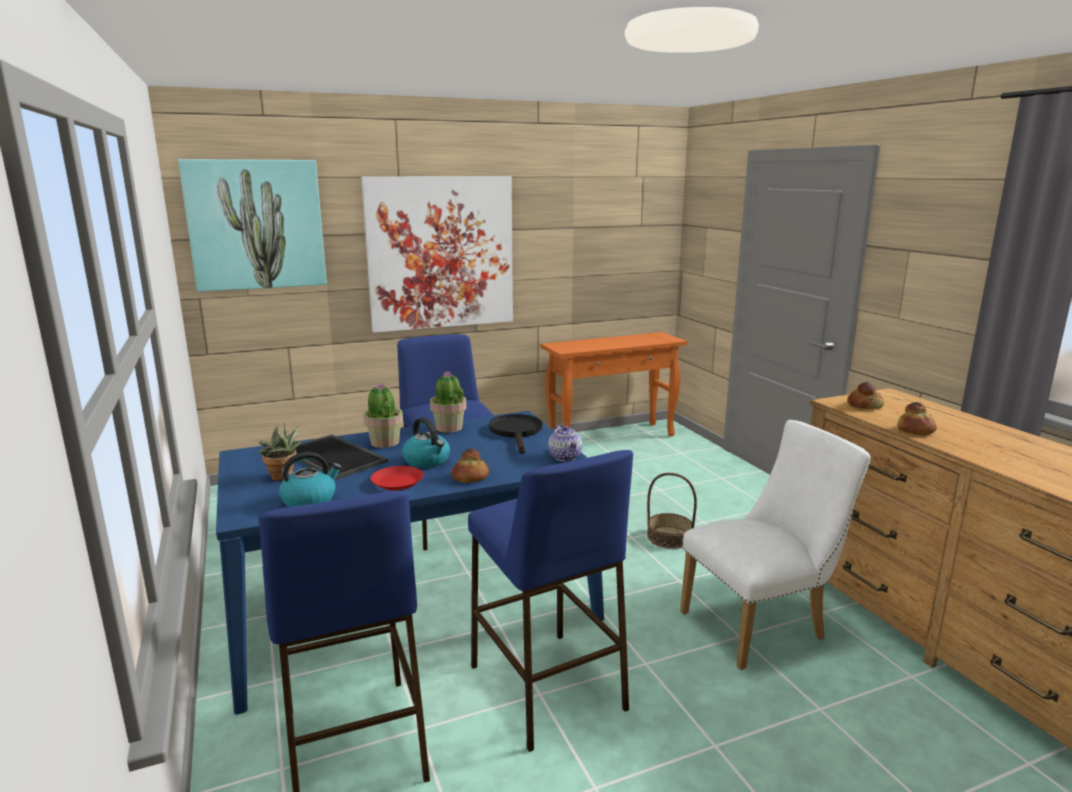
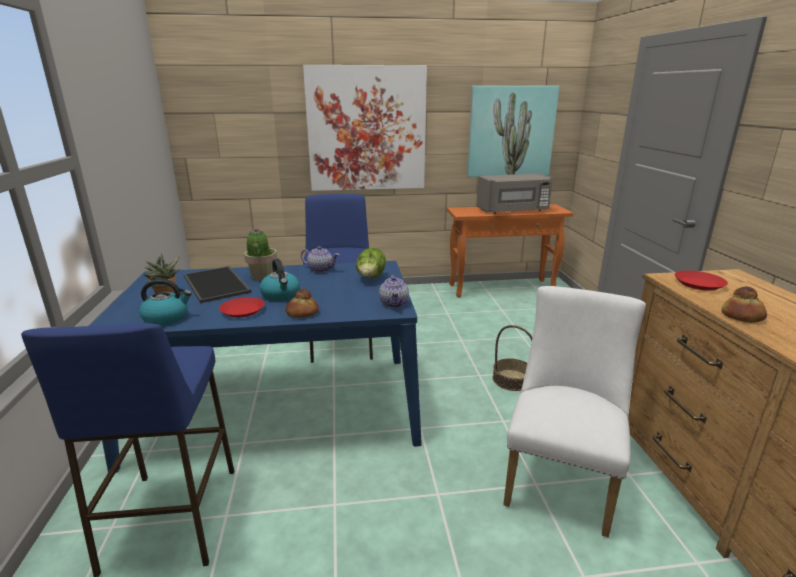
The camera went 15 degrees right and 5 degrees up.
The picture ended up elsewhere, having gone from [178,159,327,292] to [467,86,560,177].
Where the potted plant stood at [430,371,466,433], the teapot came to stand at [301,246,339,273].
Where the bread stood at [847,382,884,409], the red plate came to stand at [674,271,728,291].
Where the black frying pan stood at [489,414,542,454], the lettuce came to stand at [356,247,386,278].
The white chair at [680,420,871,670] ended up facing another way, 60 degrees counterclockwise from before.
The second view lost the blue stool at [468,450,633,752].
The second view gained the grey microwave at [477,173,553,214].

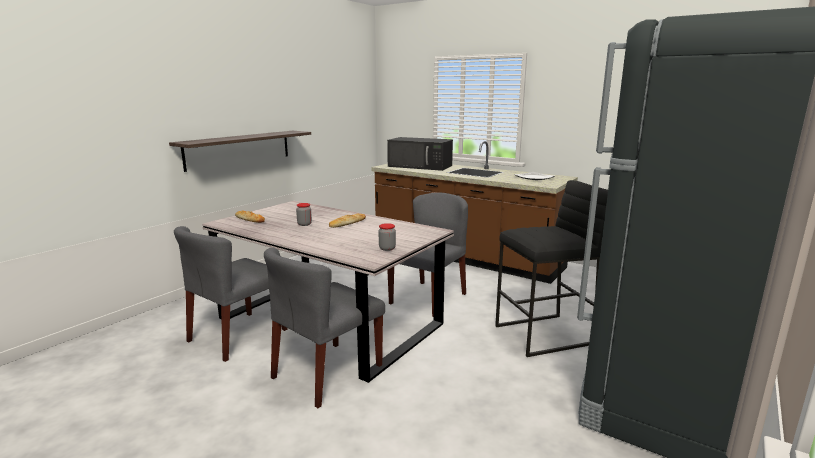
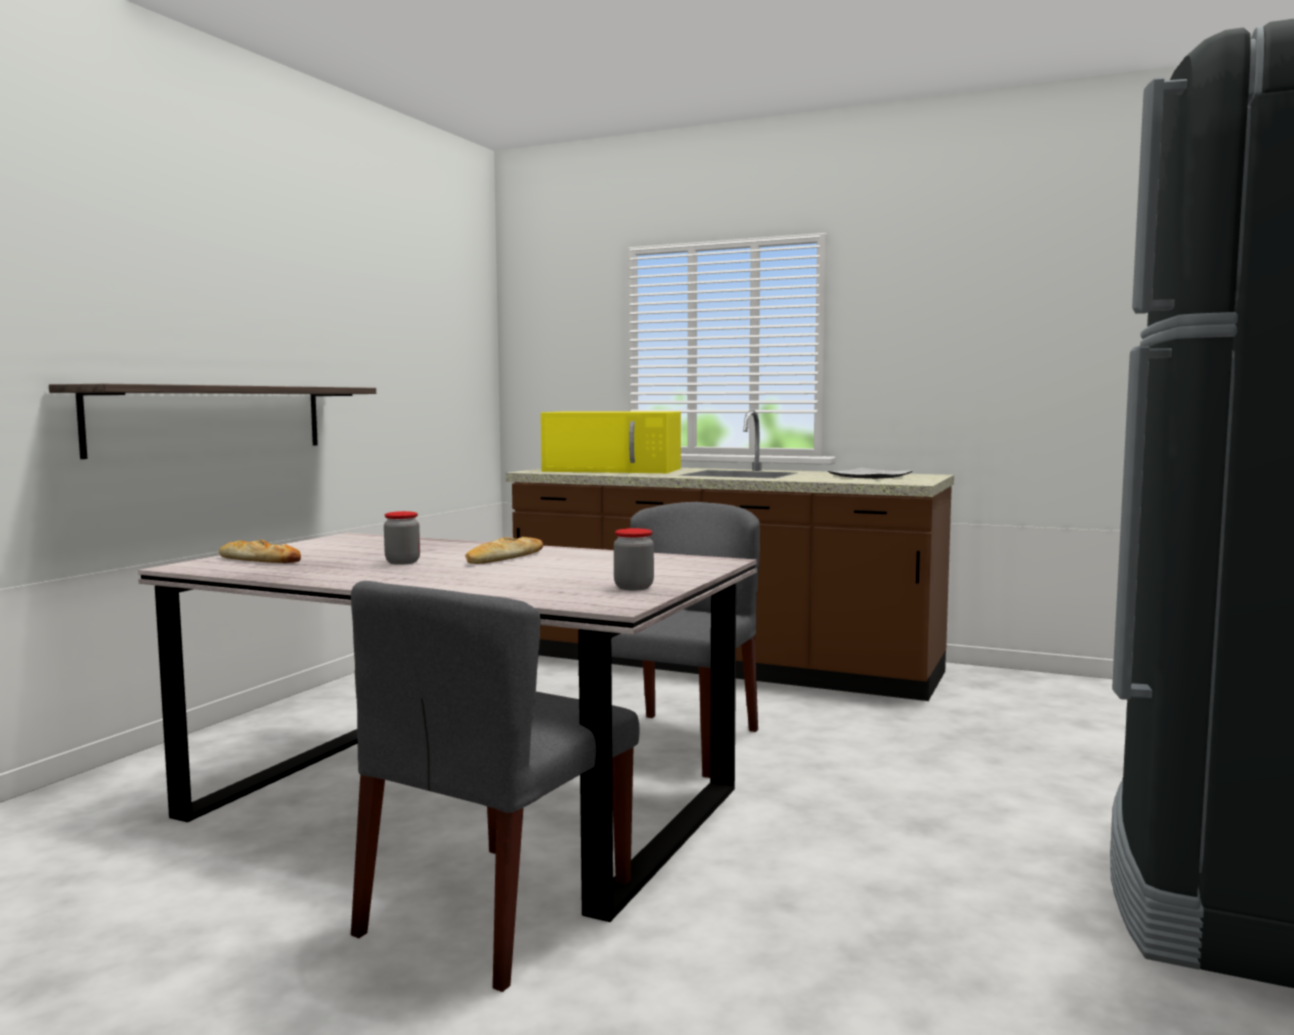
The camera went 10 degrees left and 10 degrees down.
What was the black microwave at [387,137,453,171] turned into the yellow microwave at [541,411,681,473].
The second view lost the black stool at [495,180,608,357].
The second view lost the grey chair at [174,226,287,362].

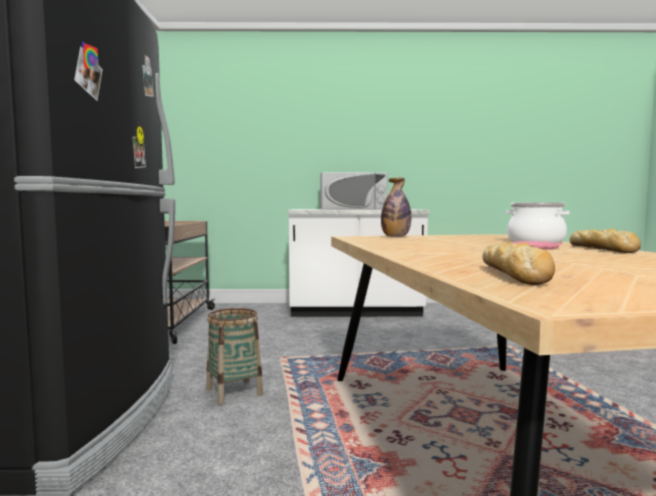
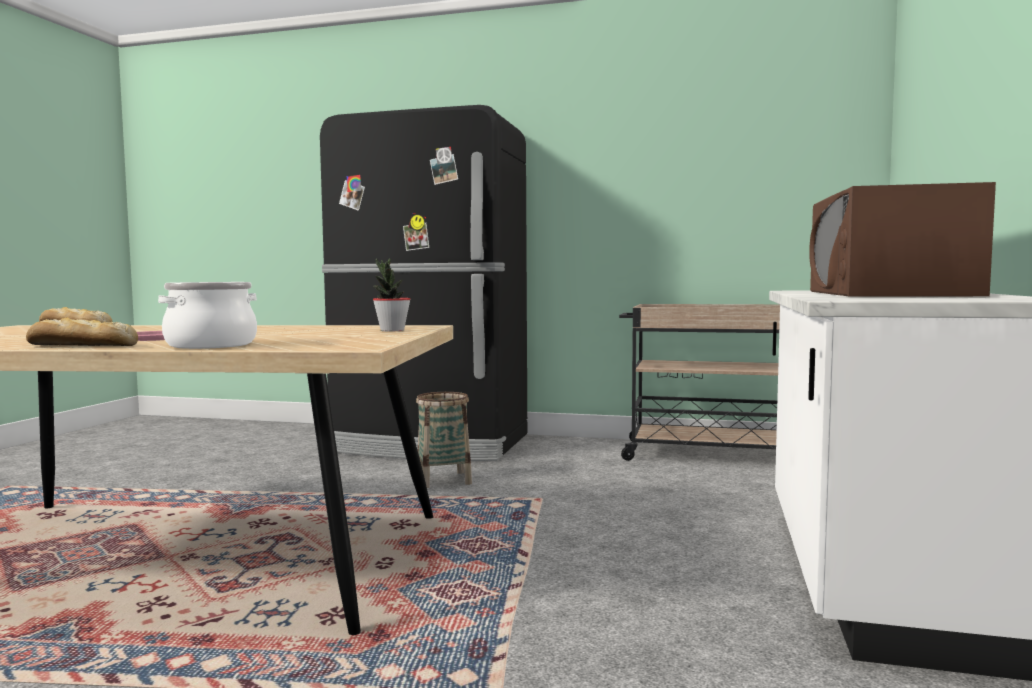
The camera went 105 degrees right and 0 degrees up.
What was the white microwave at [320,172,387,210] turned into the brown microwave at [809,182,996,296].
Where the bottle stood at [381,178,411,237], the potted plant came to stand at [373,258,410,332].

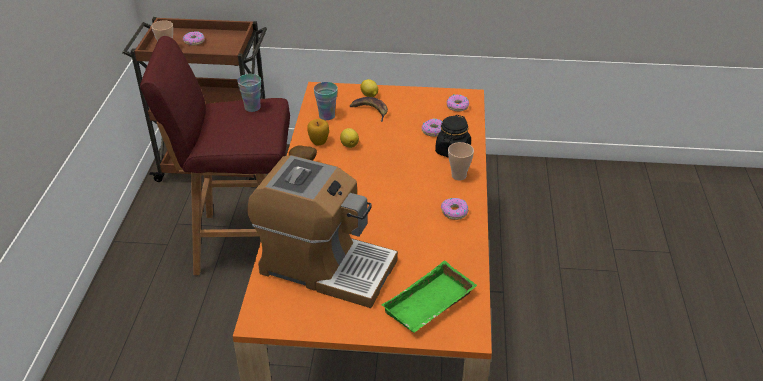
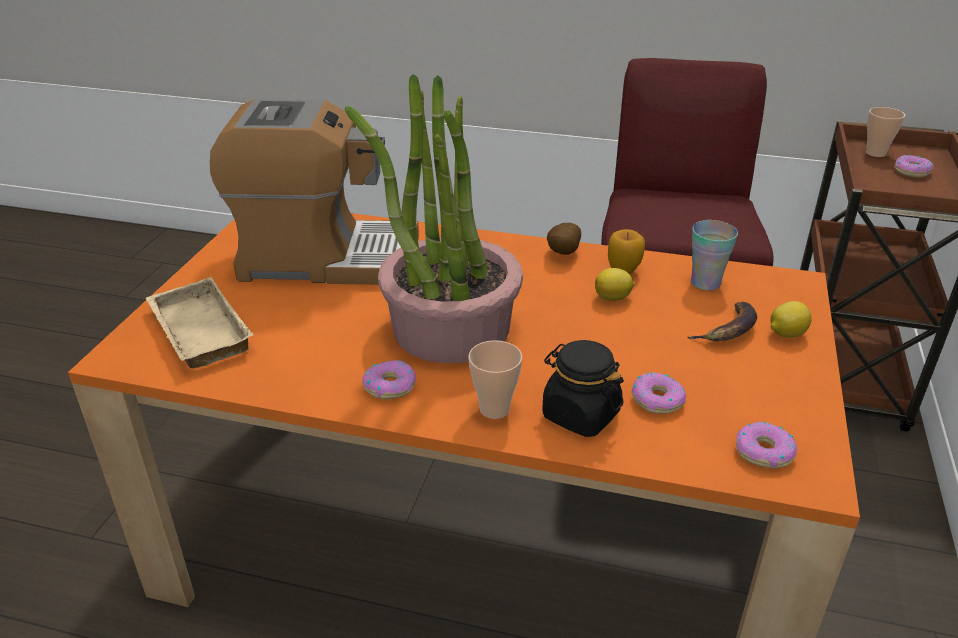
The camera went 100 degrees right and 5 degrees down.
The second view lost the cup at [237,74,261,112].
The coffee machine at [247,155,398,308] ended up facing another way, 120 degrees counterclockwise from before.
What was the green tray at [381,261,477,333] turned into the beige tray at [145,277,253,369].
The second view gained the potted plant at [345,74,523,363].

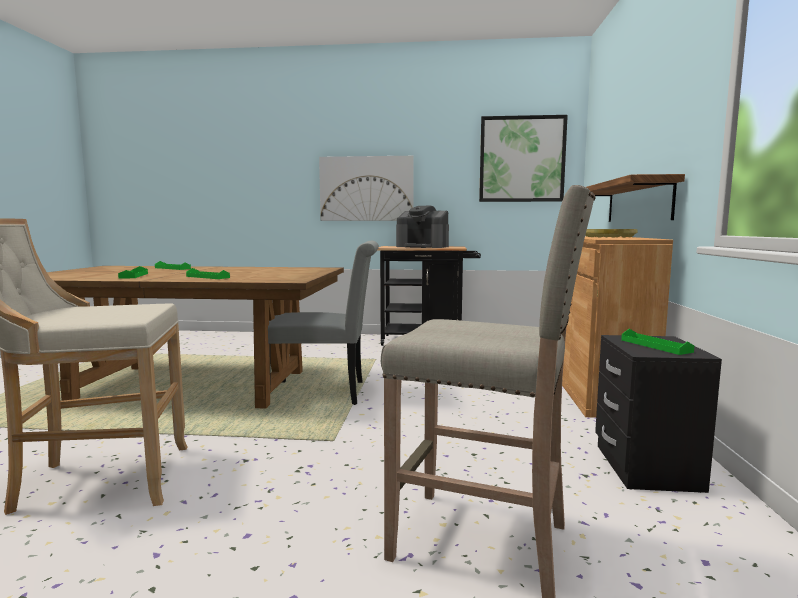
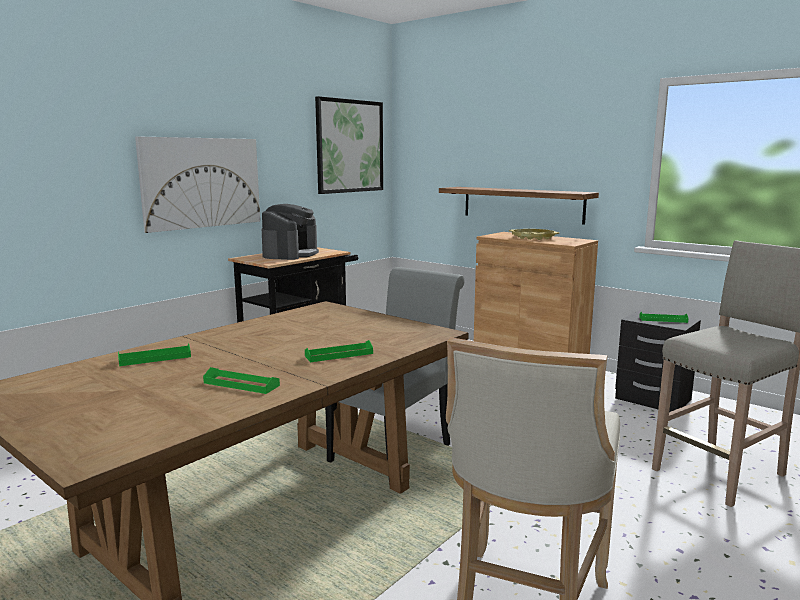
The camera went 55 degrees left and 5 degrees up.
The coffee machine at [396,206,449,248] ended up facing another way, 45 degrees counterclockwise from before.

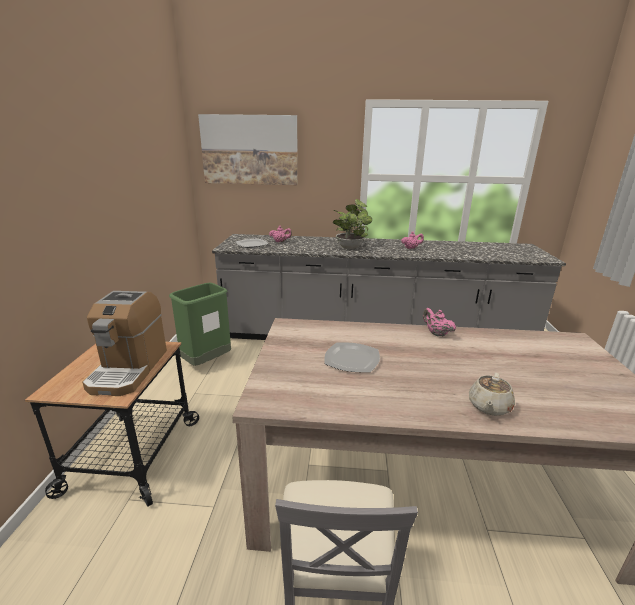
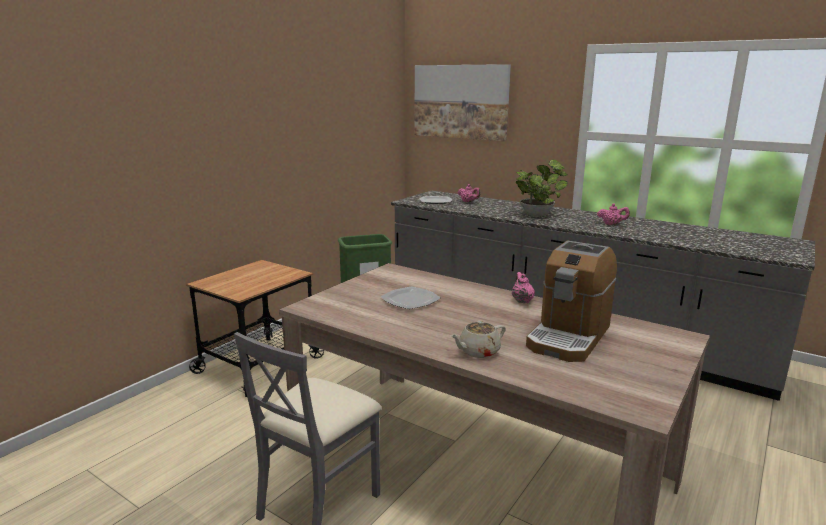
The camera went 30 degrees right and 5 degrees down.
The coffee machine ended up elsewhere, having gone from [82,291,167,396] to [526,240,617,362].

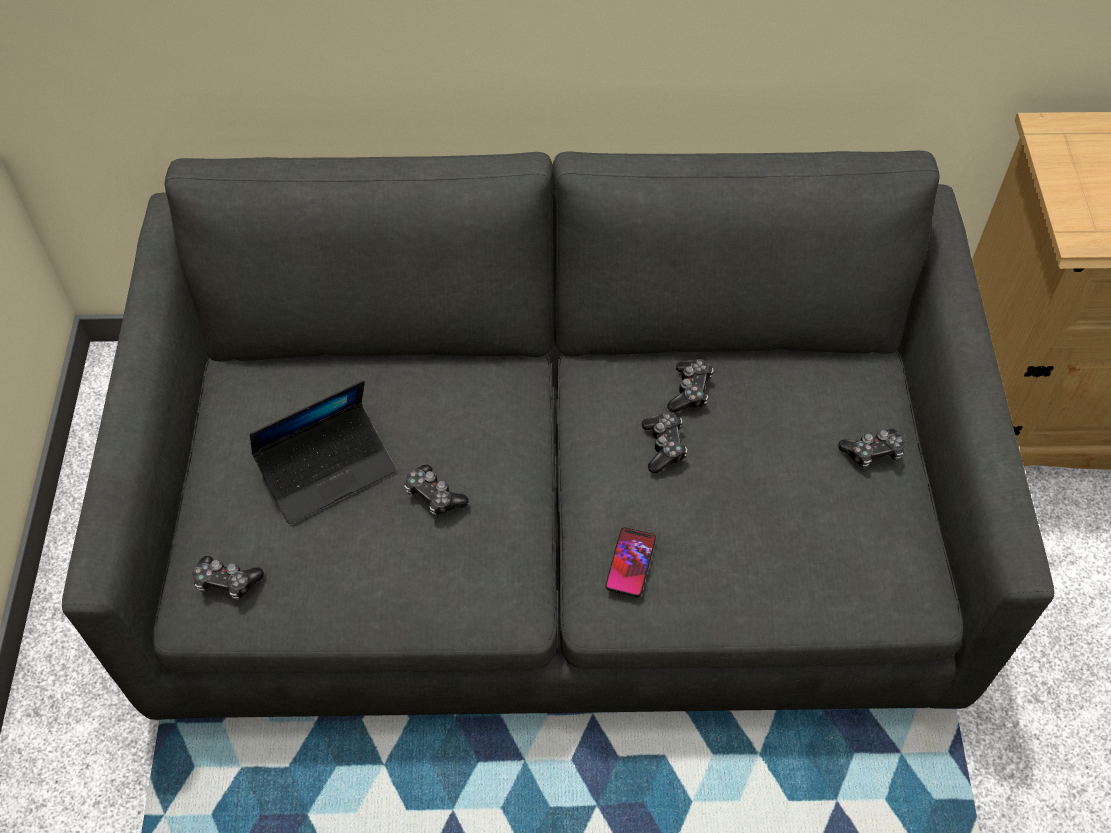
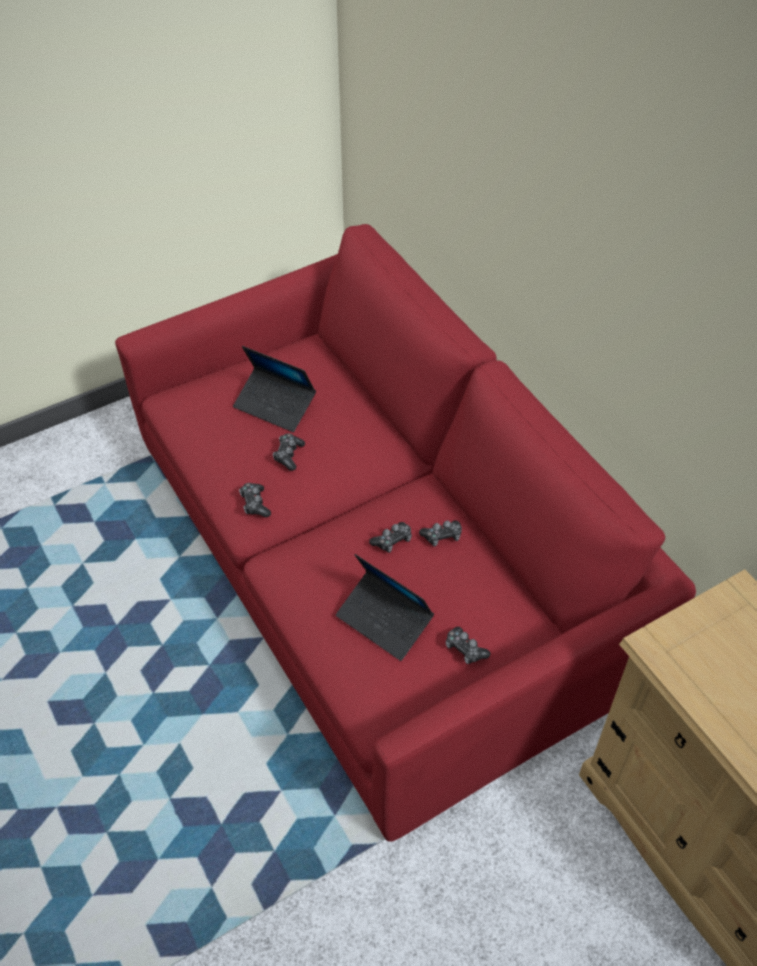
The camera went 60 degrees right and 5 degrees down.
What was the grey sofa at [62,151,1054,720] turned into the red sofa at [115,224,696,842].
The second view lost the phone at [605,527,656,597].
The game controller ended up elsewhere, having gone from [193,556,264,600] to [239,483,271,517].
The second view gained the laptop at [336,554,434,661].

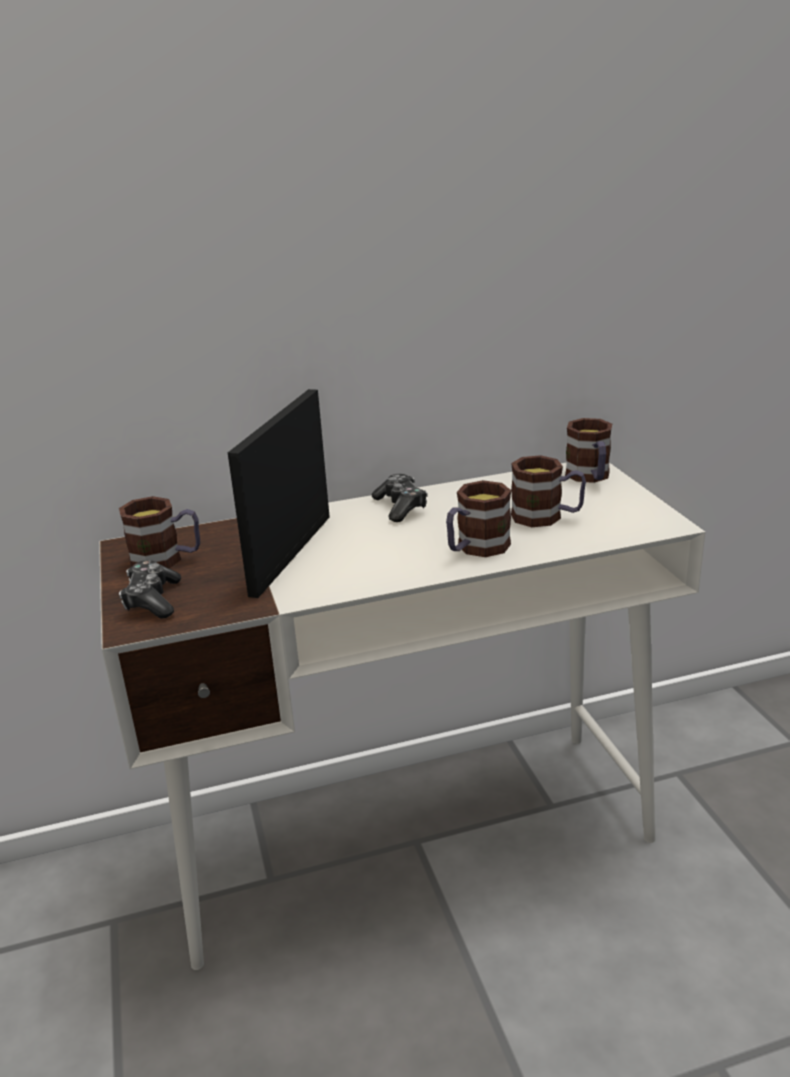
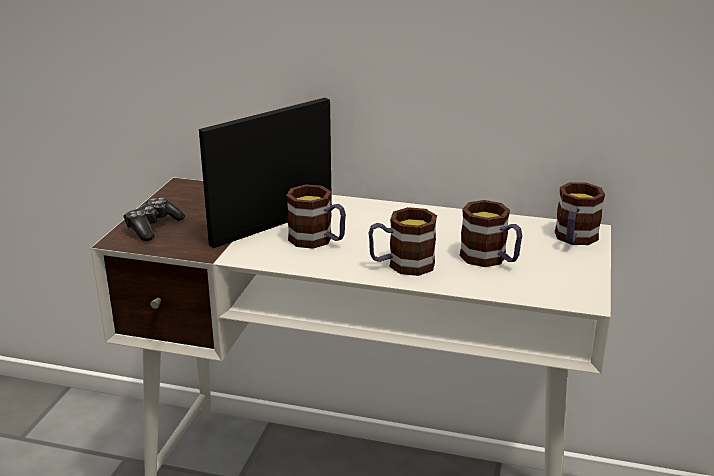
The camera went 30 degrees right and 0 degrees up.
The second view lost the game controller at [372,474,427,522].
The mug ended up elsewhere, having gone from [119,496,200,568] to [286,184,346,249].

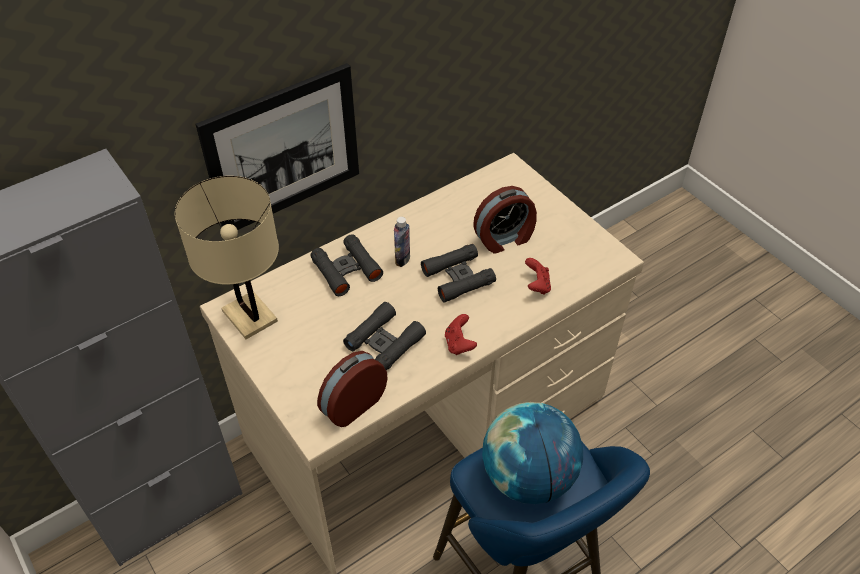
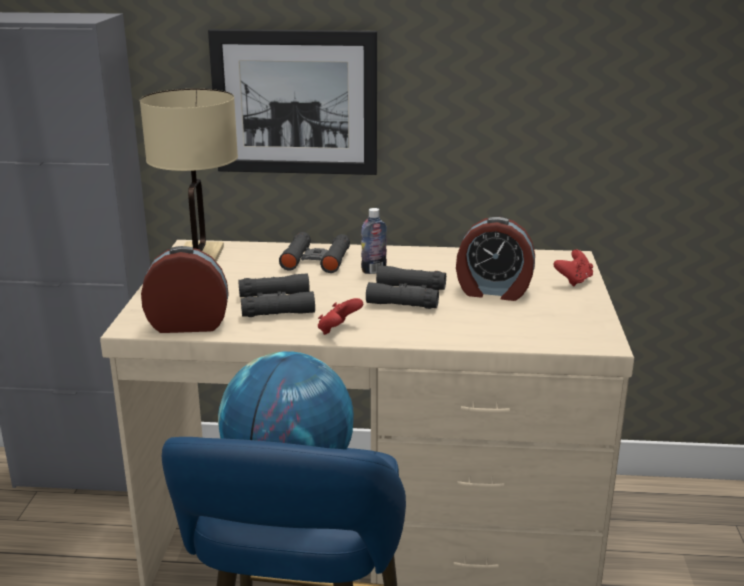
The camera went 40 degrees right and 25 degrees down.
The red game controller ended up elsewhere, having gone from [525,258,551,295] to [553,249,593,286].

